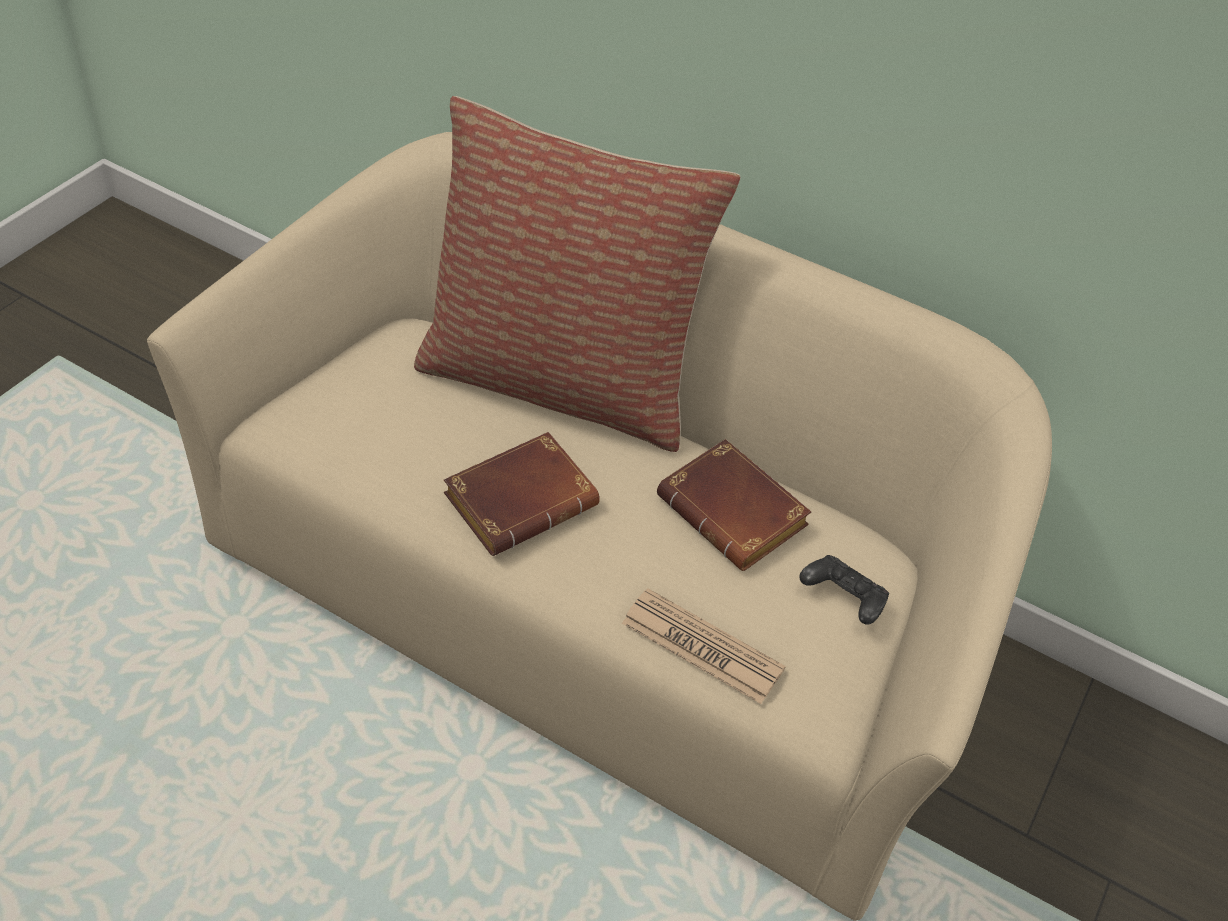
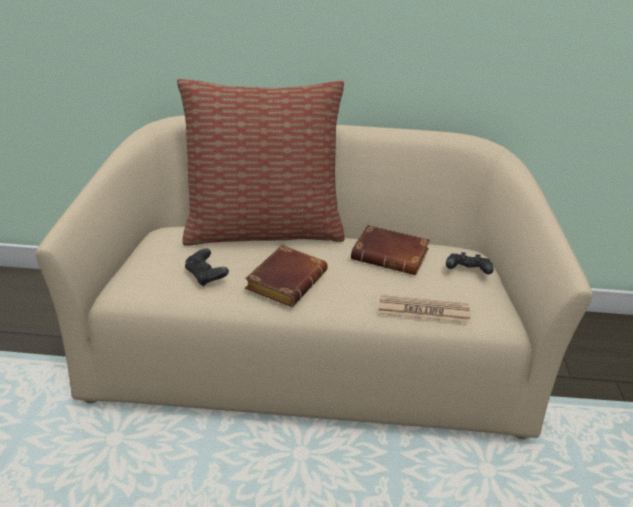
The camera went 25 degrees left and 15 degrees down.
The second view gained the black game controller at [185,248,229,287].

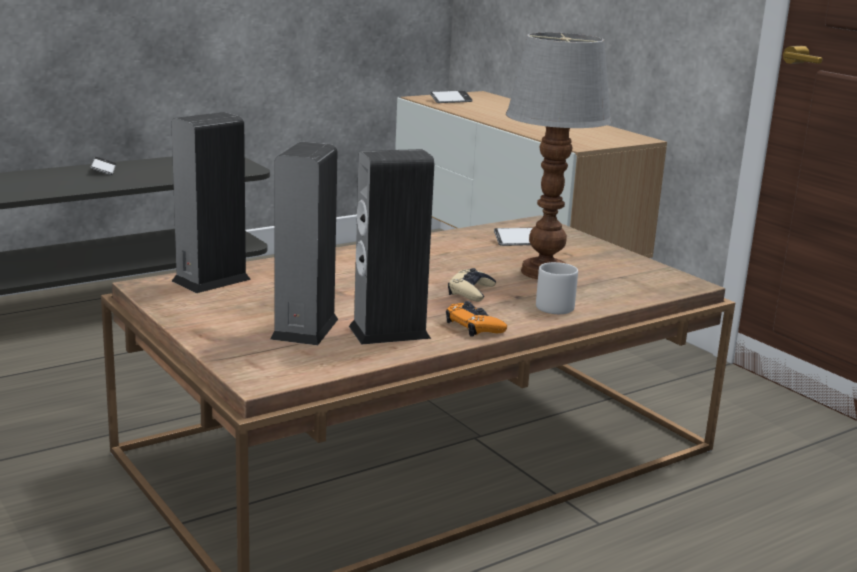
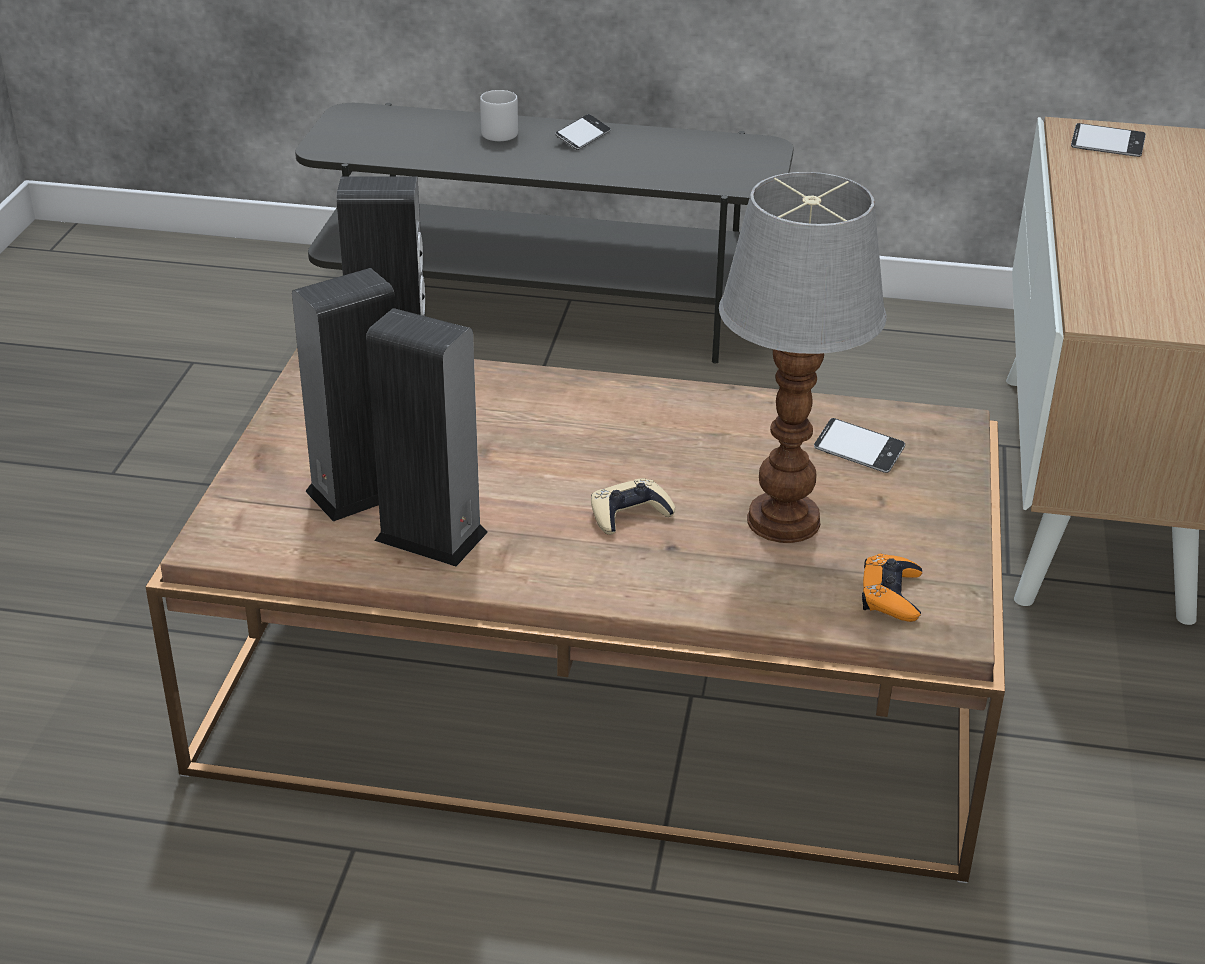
The camera went 45 degrees right and 15 degrees up.
The grey mug ended up elsewhere, having gone from [536,262,578,314] to [480,90,518,141].
The orange game controller ended up elsewhere, having gone from [446,301,507,337] to [862,554,922,622].

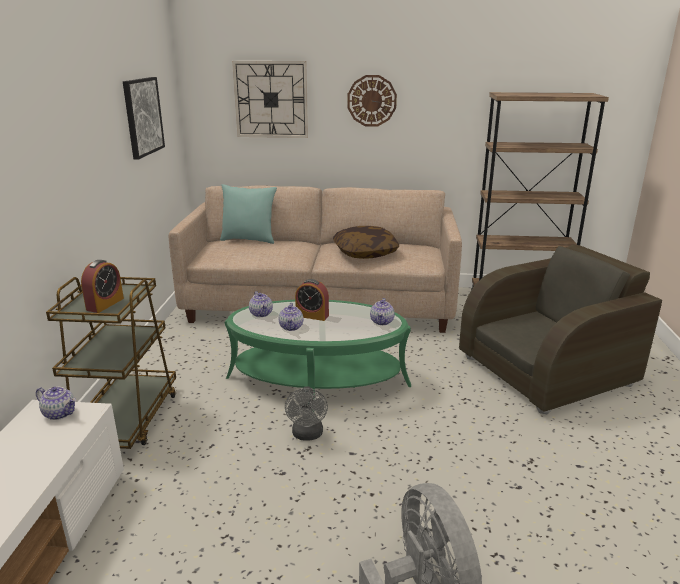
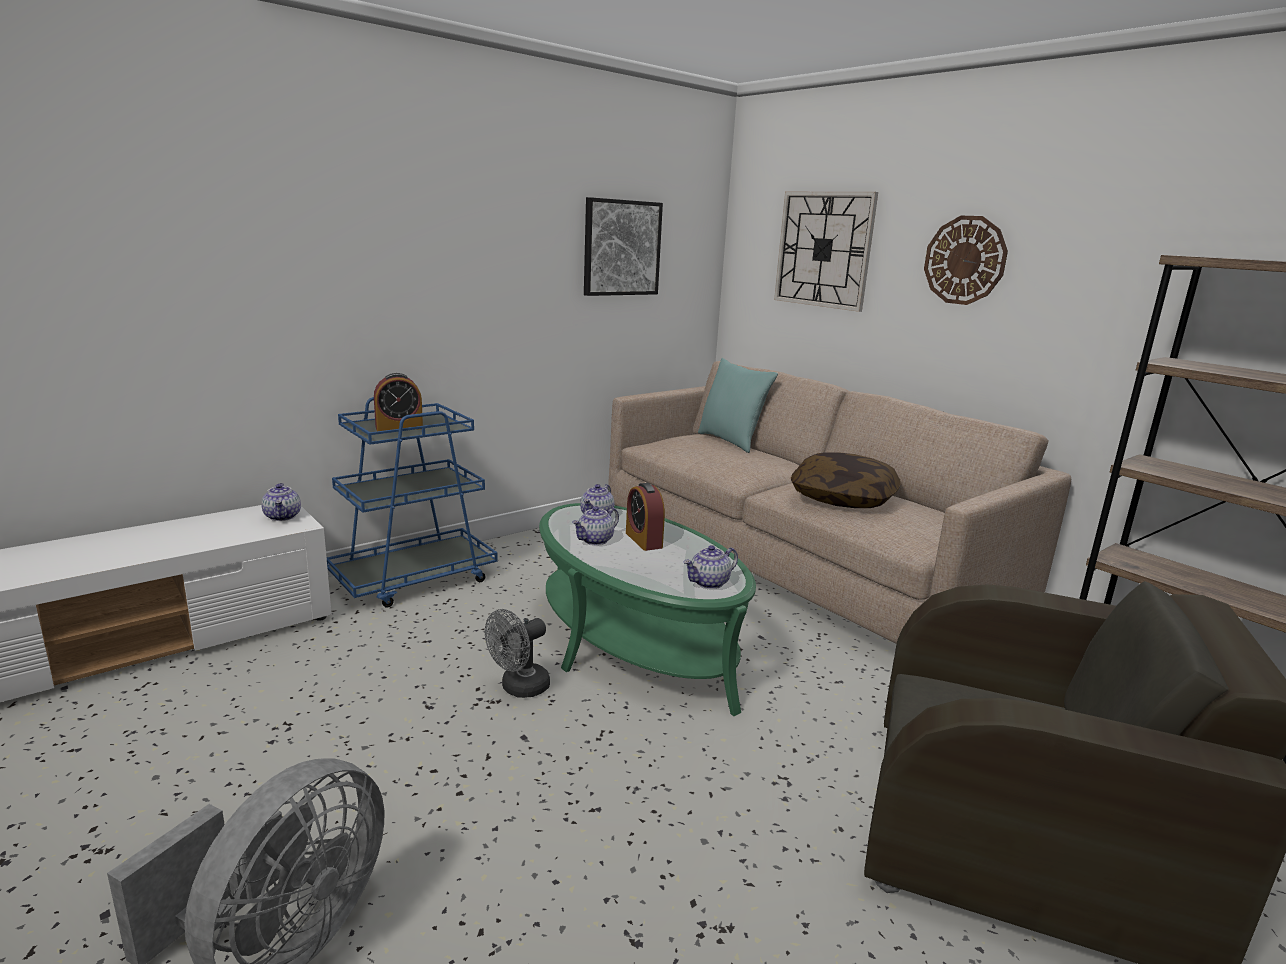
The camera went 45 degrees right and 5 degrees down.
What was the brown cart at [46,277,176,449] turned into the blue cart at [327,397,498,608].

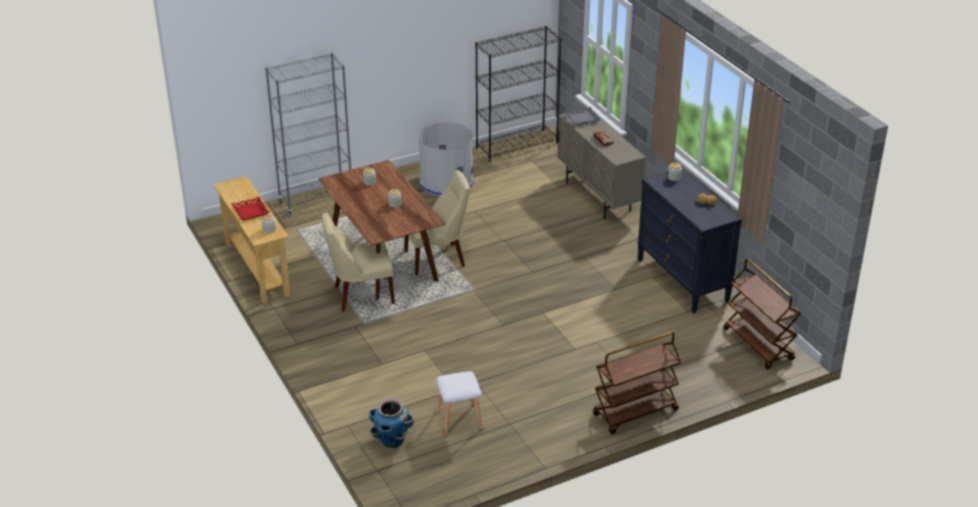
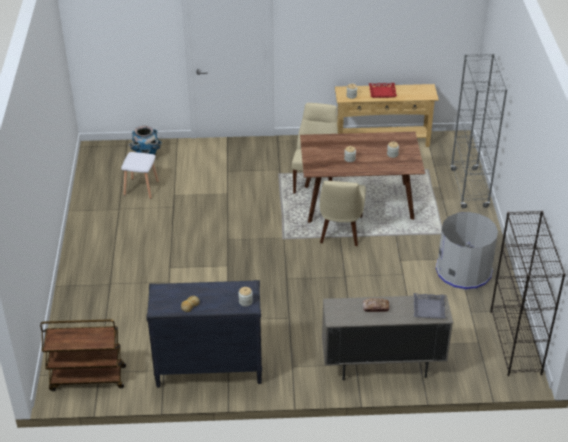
The camera went 115 degrees right and 5 degrees up.
The second view lost the brown cart at [593,332,681,434].

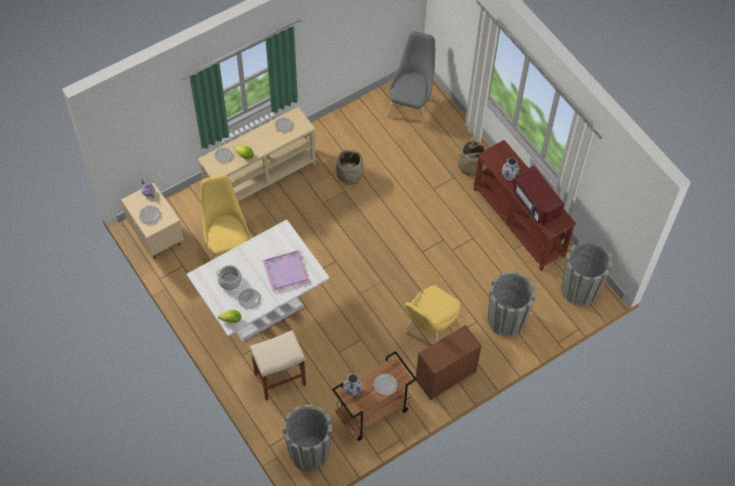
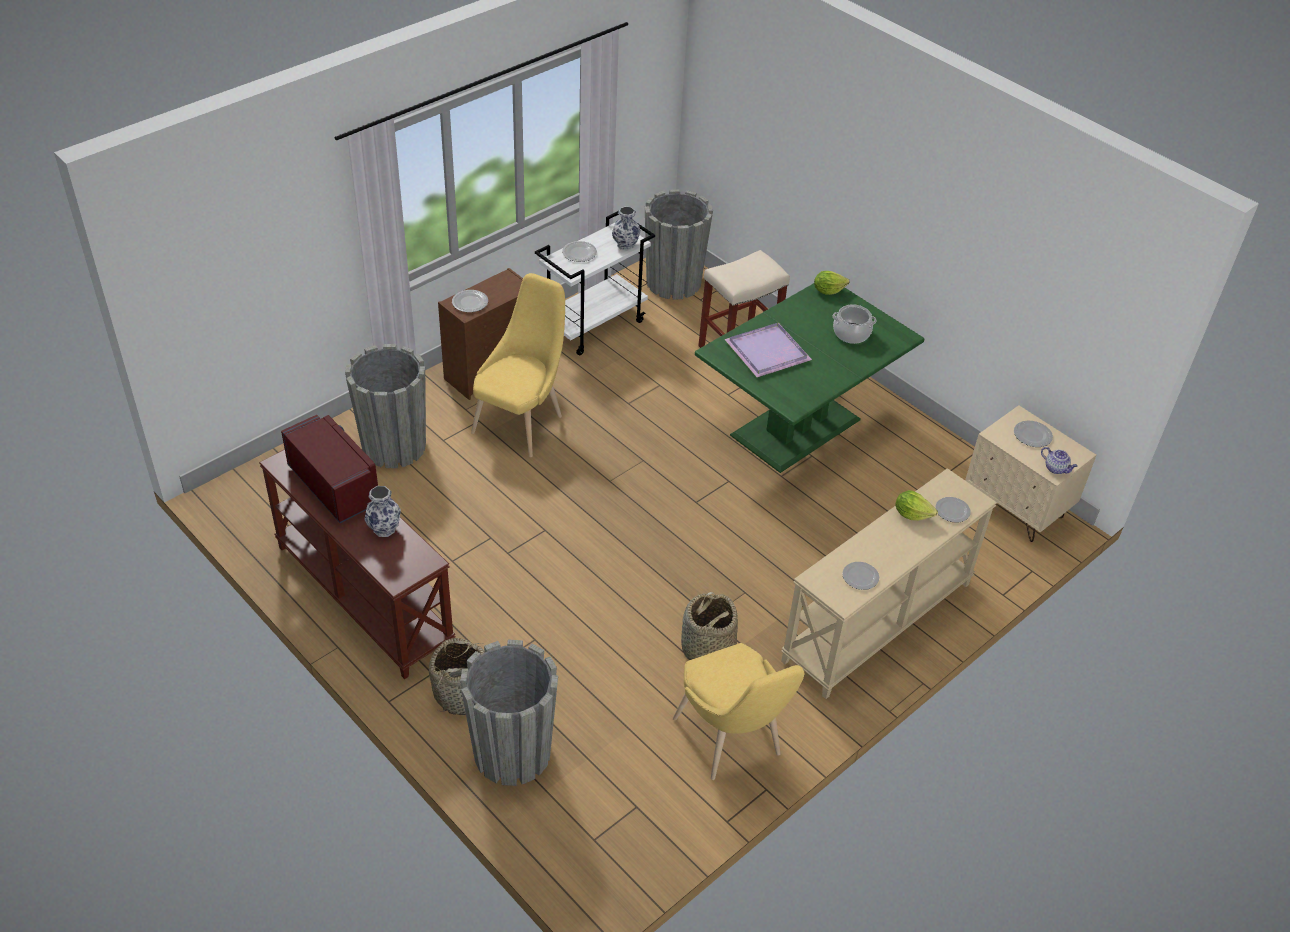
The camera went 170 degrees right and 15 degrees down.
The second view lost the grey chair at [387,31,435,127].
The yellow chair ended up elsewhere, having gone from [201,175,249,260] to [673,643,804,780].
What was the white dining table at [187,220,330,342] turned into the green dining table at [695,283,924,473].
The grey planter ended up elsewhere, having gone from [561,240,612,306] to [460,639,558,786].
The plate ended up elsewhere, having gone from [238,289,261,309] to [452,290,488,312].
What was the brown cart at [332,351,417,441] turned into the white cart at [535,211,655,356].

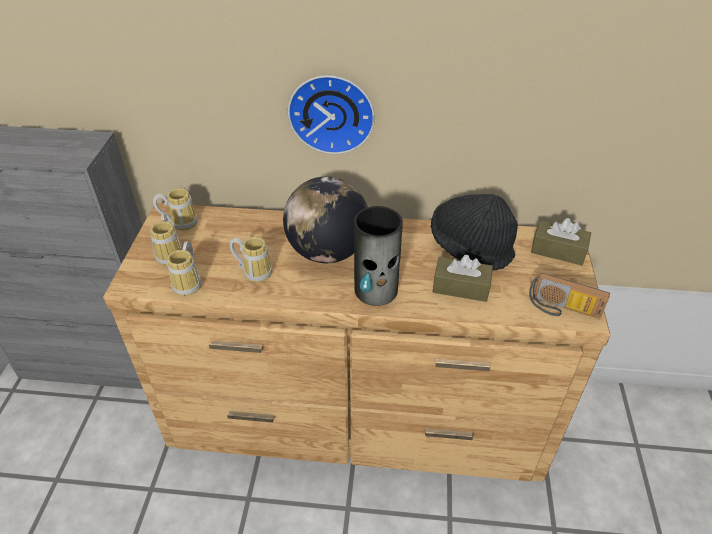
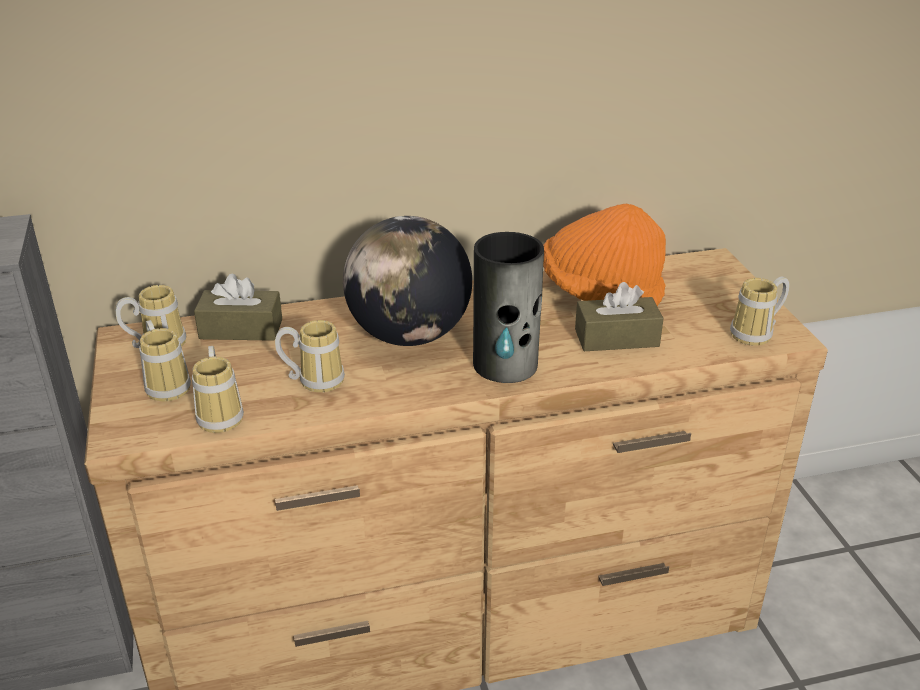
The camera went 20 degrees left and 10 degrees down.
The second view lost the wall clock at [288,75,375,154].
What was the black hat at [431,194,518,270] turned into the orange hat at [543,204,666,306].
The brown tissue box ended up elsewhere, having gone from [531,218,591,265] to [194,273,282,341].
Where the radio stood at [529,273,610,319], the mug came to stand at [730,276,789,346].

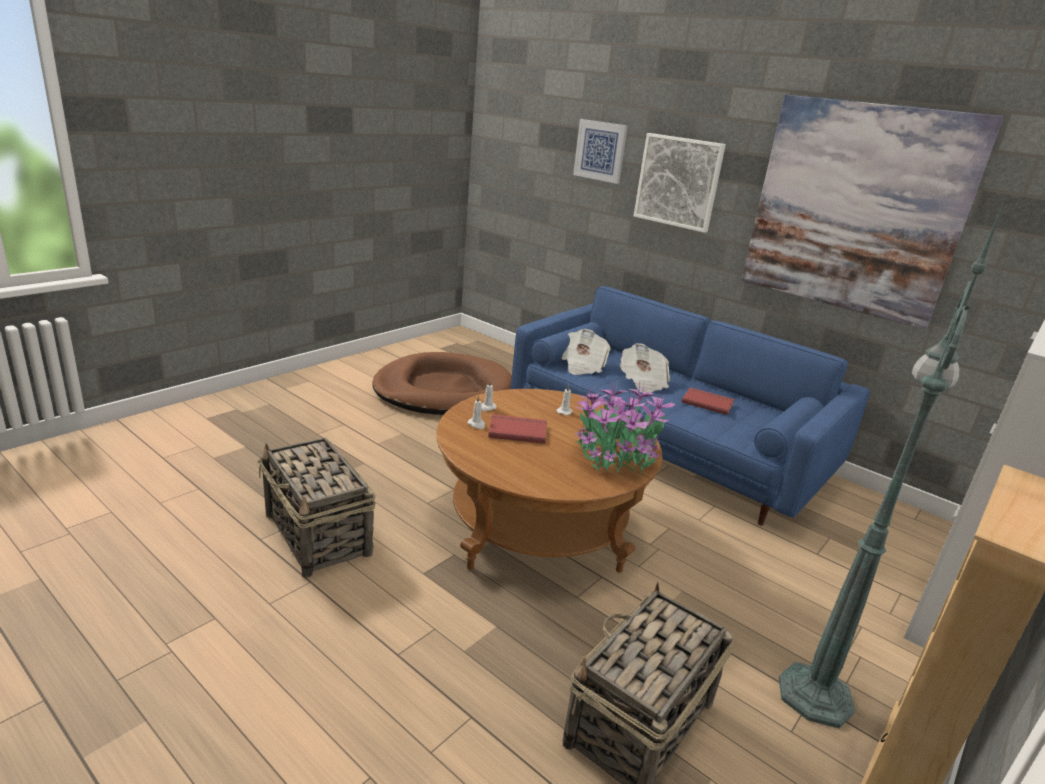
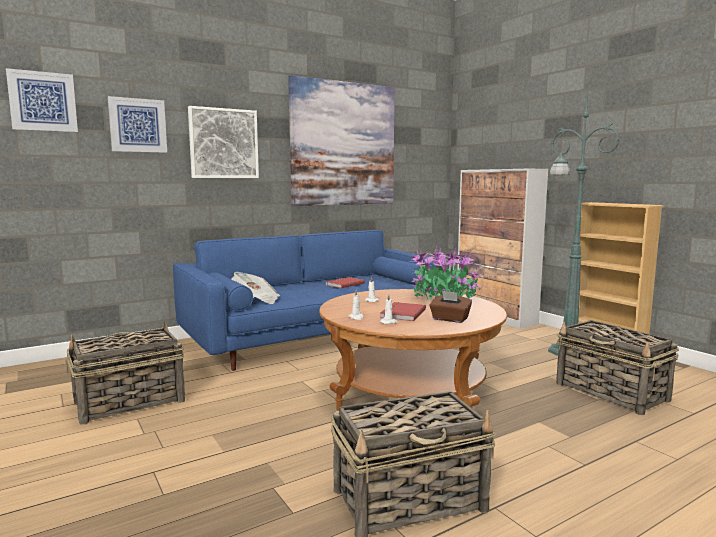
The camera went 70 degrees left and 15 degrees down.
The second view lost the newspaper at [620,343,670,394].
Where the brown dog bed stood at [372,352,512,415], the basket came to stand at [66,321,185,425].
The second view gained the picture at [6,68,78,132].
The second view gained the brown tissue box at [429,291,472,323].

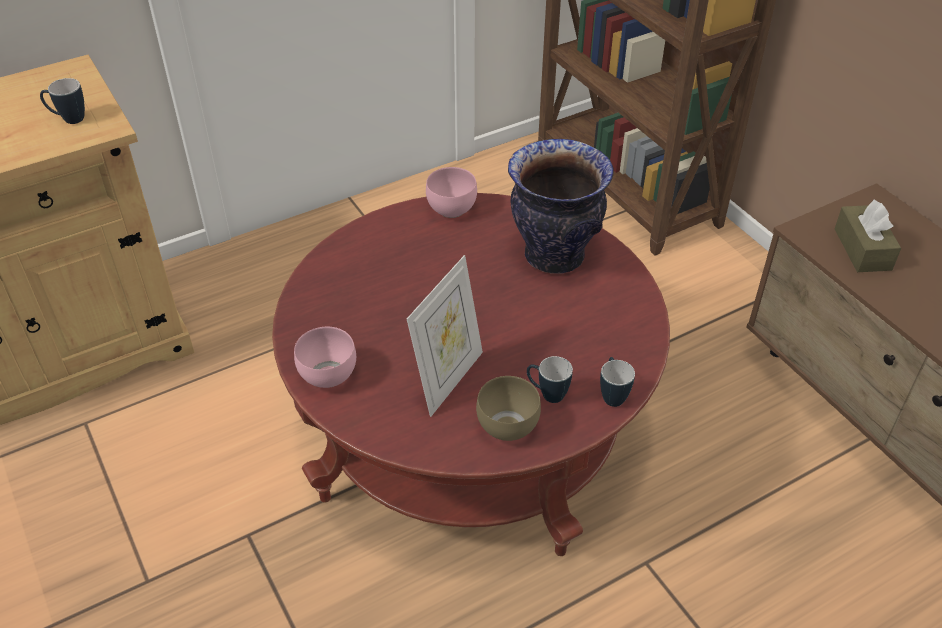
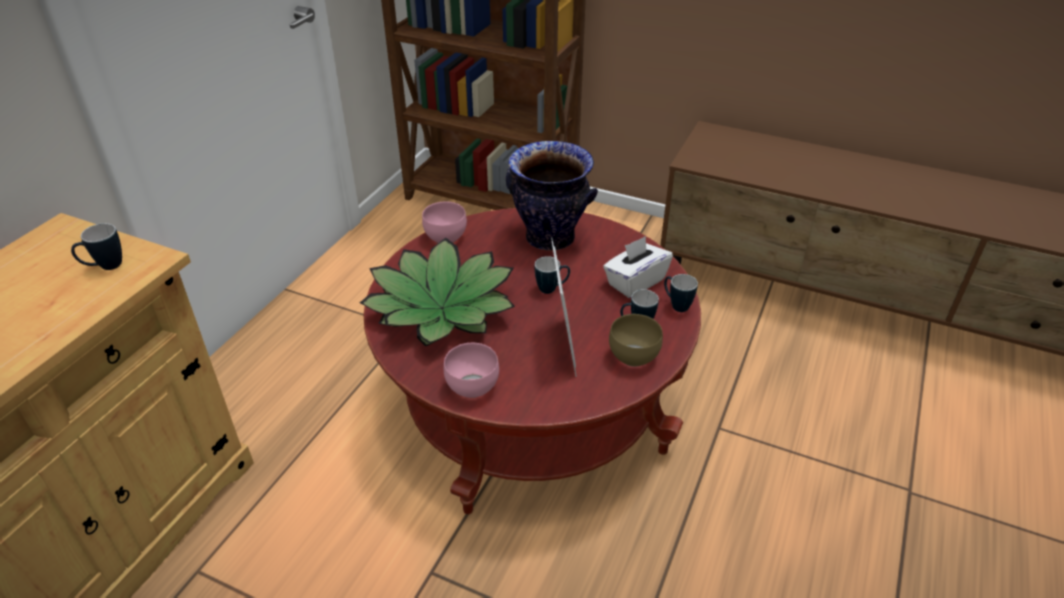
The camera went 35 degrees left and 5 degrees down.
The second view lost the brown tissue box at [835,200,901,272].
The second view gained the white tissue box at [603,236,673,298].
The second view gained the potted plant at [360,238,515,346].
The second view gained the mug at [535,256,570,294].

